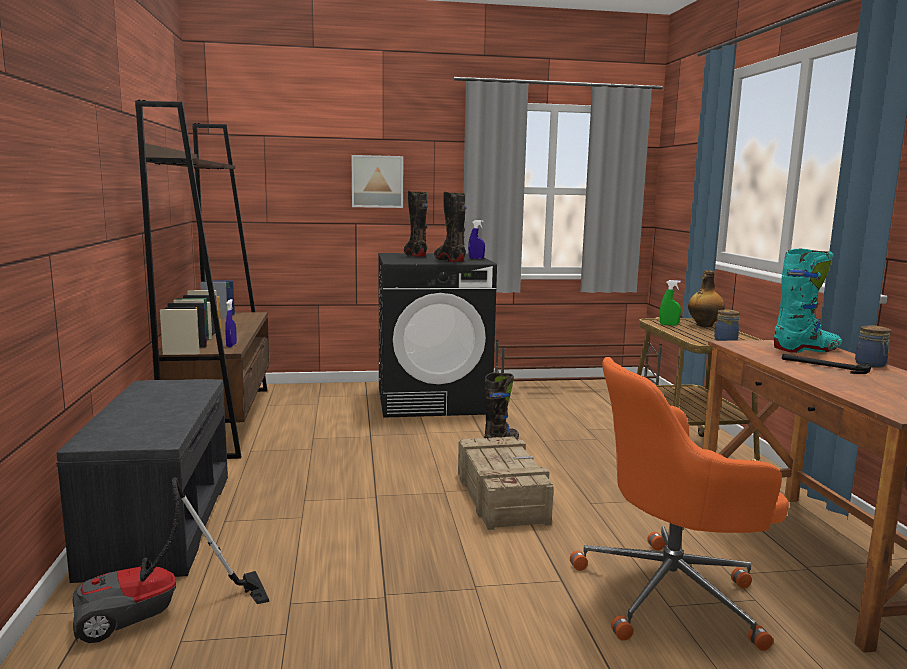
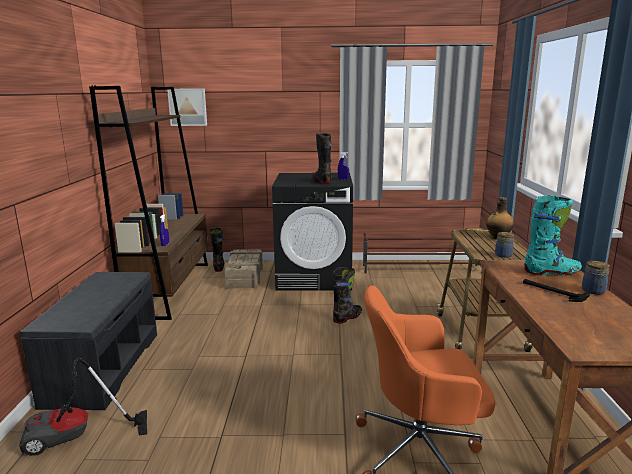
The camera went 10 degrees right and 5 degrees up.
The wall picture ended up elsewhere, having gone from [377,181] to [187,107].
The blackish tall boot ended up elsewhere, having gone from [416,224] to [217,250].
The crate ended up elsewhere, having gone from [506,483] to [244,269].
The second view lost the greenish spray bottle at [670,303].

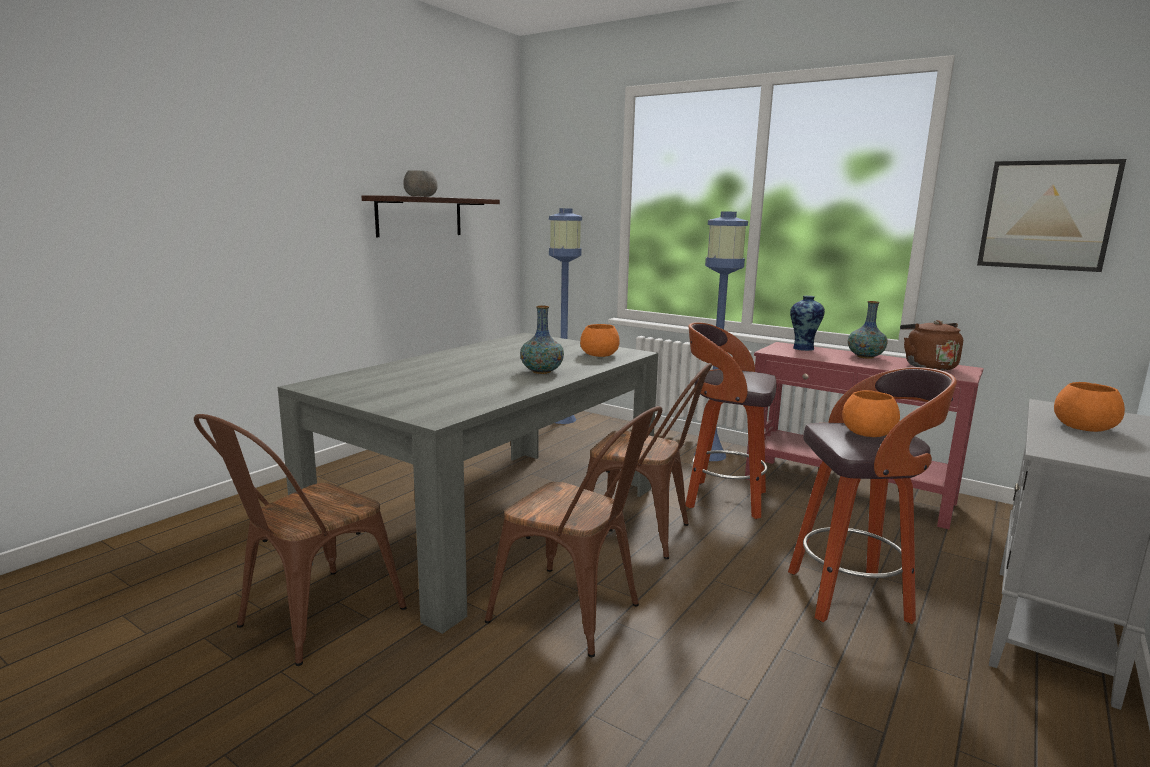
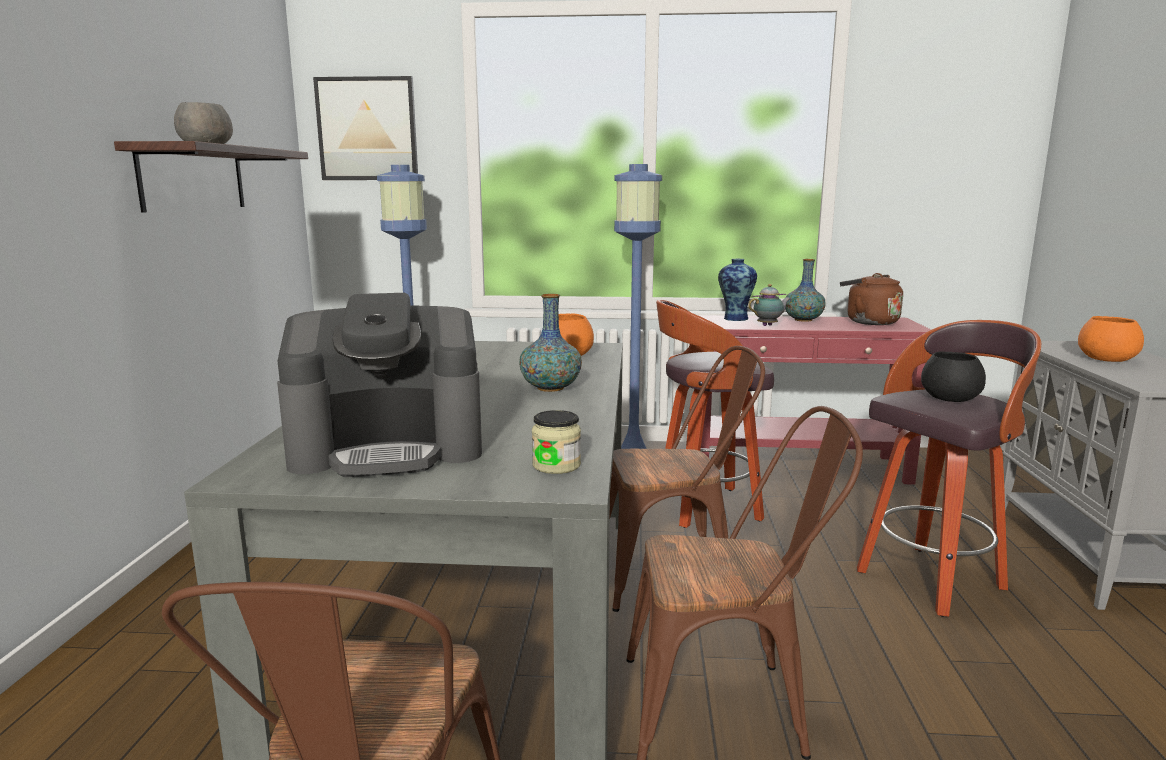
The camera went 30 degrees left and 0 degrees up.
The second view gained the coffee brewer at [379,385].
The wall picture ended up elsewhere, having gone from [1051,215] to [365,128].
The second view gained the storage jar at [556,442].
The second view gained the teapot at [769,305].
What was the orange-coloured serving bowl at [871,413] turned into the blackish serving bowl at [953,376].

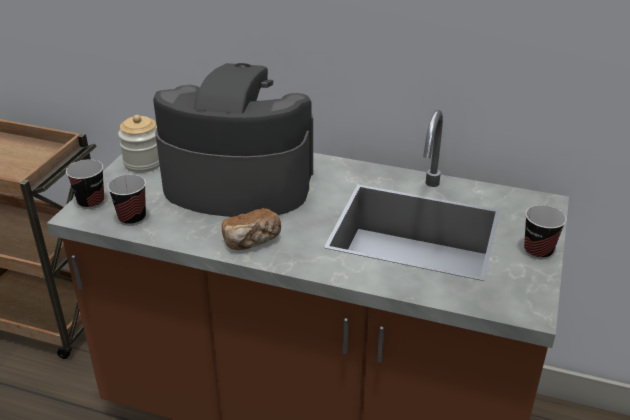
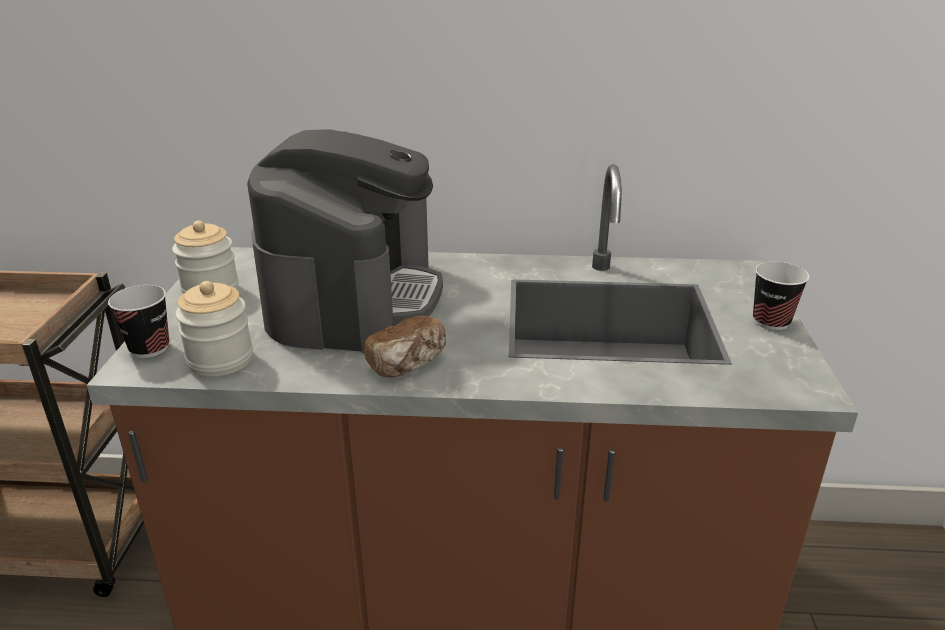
The camera went 15 degrees left and 5 degrees down.
Where the small cup stood at [127,200], the storage jar came to stand at [214,329].
The coffee brewer at [233,140] ended up facing another way, 105 degrees clockwise from before.

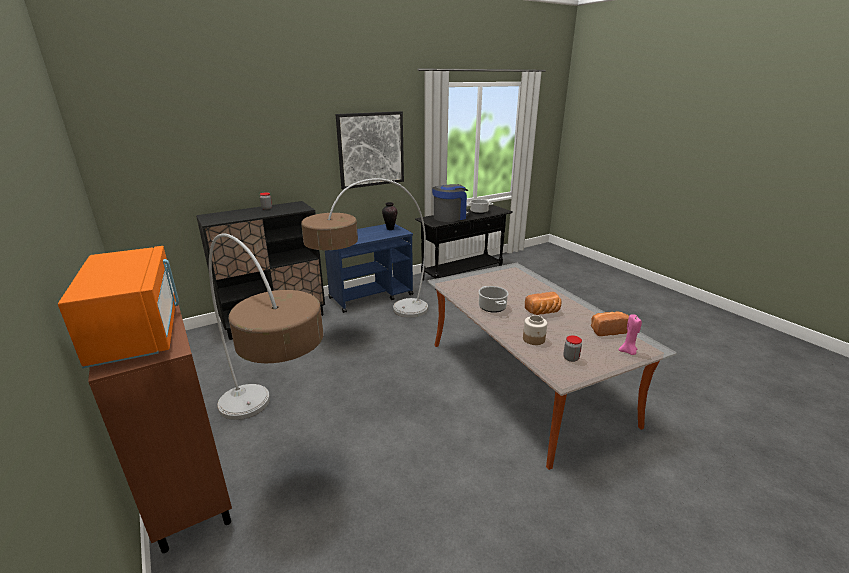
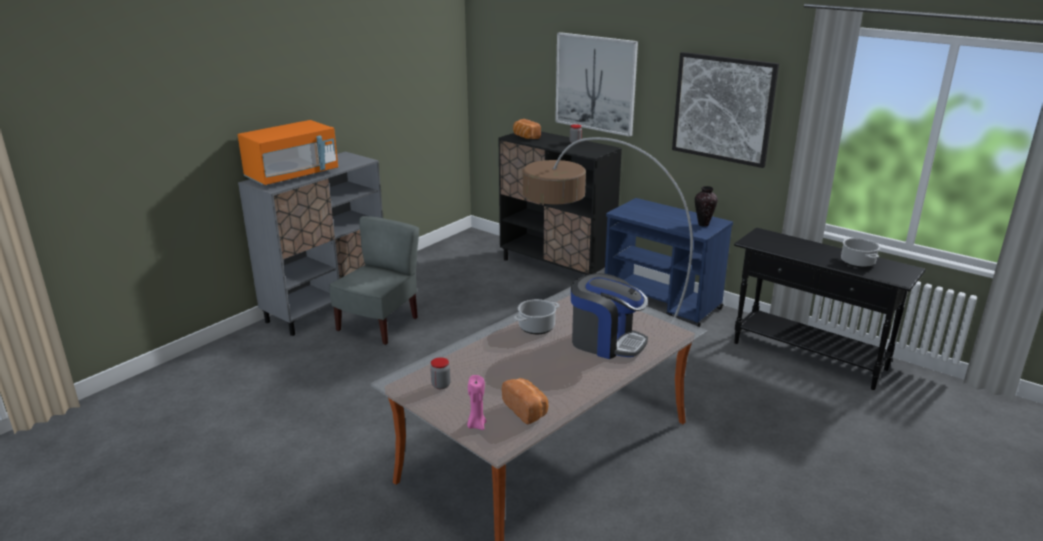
The camera went 70 degrees right and 0 degrees up.
What was the brown storage cabinet at [160,428] turned into the greyish storage cabinet at [310,243].
Where the standing lamp stood at [266,326], the greyish upright chair came to stand at [374,280].
The baked bread ended up elsewhere, having gone from [543,303] to [527,129].
The second view gained the wall picture at [596,84].
The coffee brewer ended up elsewhere, having gone from [450,203] to [609,316].
The second view lost the storage jar at [535,330].

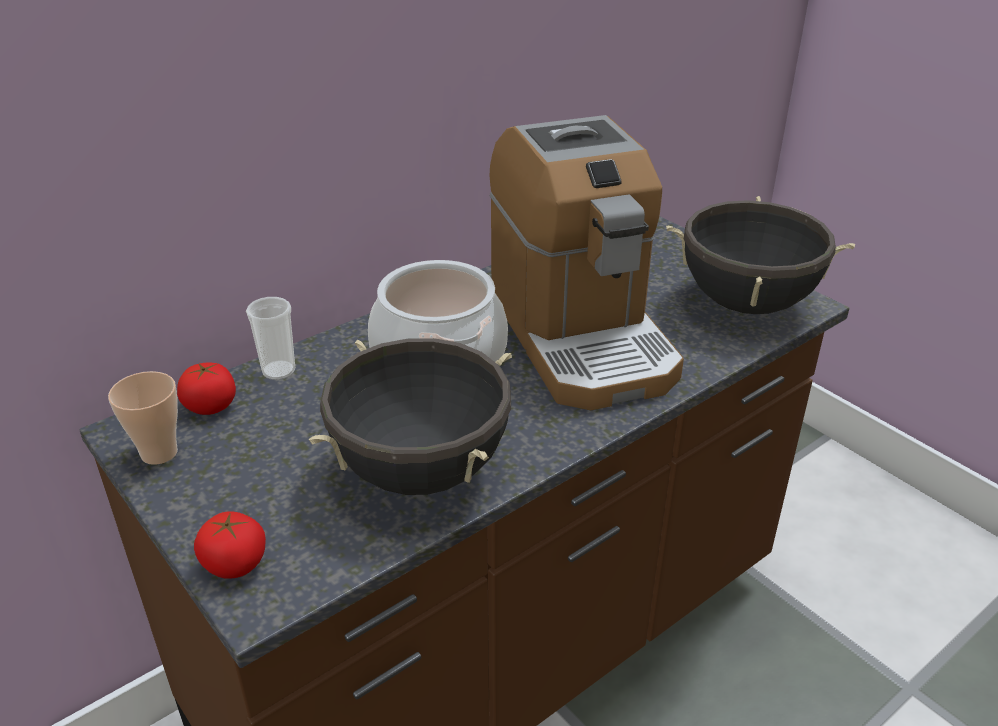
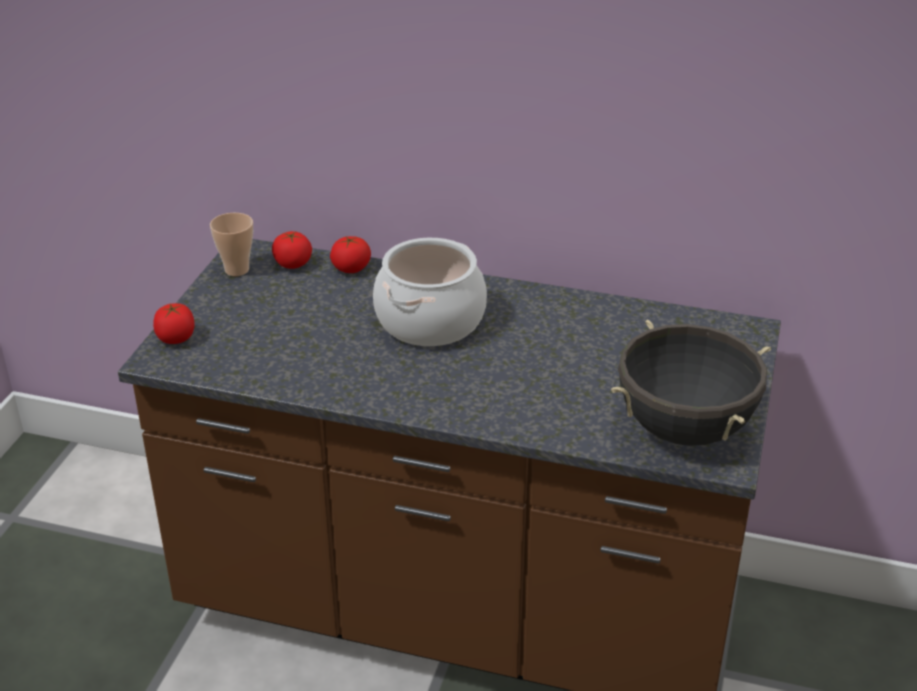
The camera went 55 degrees right and 0 degrees up.
Where the small cup stood at [270,338], the fresh tomato came to stand at [350,254].
The second view lost the blackish stockpot at [410,416].
The second view lost the coffee brewer at [586,262].

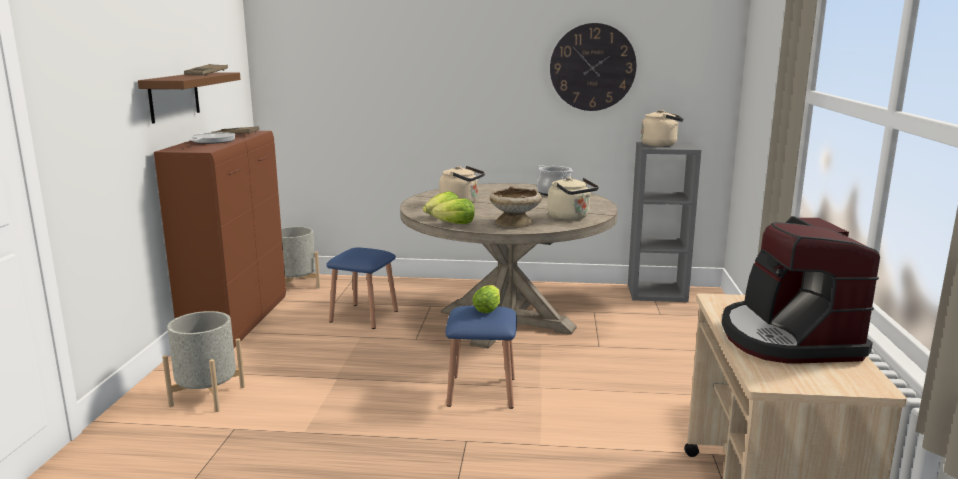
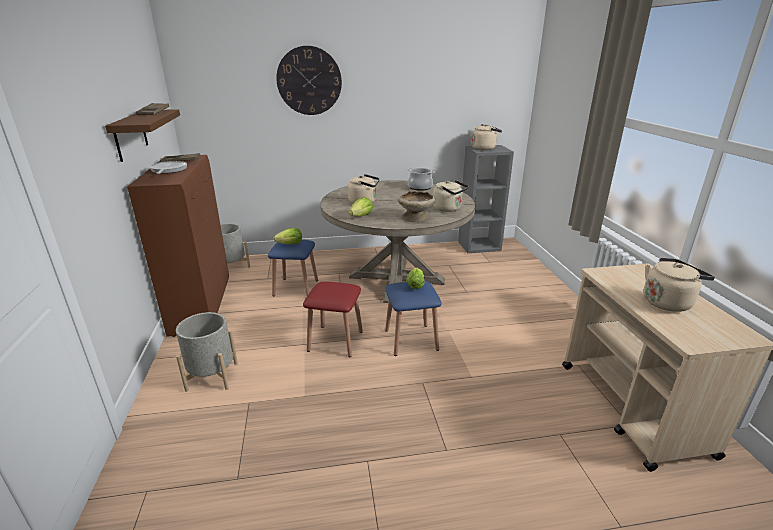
The camera went 15 degrees left and 10 degrees up.
The lettuce head ended up elsewhere, having gone from [453,211] to [288,236].
The wall clock ended up elsewhere, having gone from [593,67] to [309,80].
The second view gained the red sitting stool at [333,319].
Where the coffee brewer stood at [801,289], the beige kettle came to stand at [679,284].

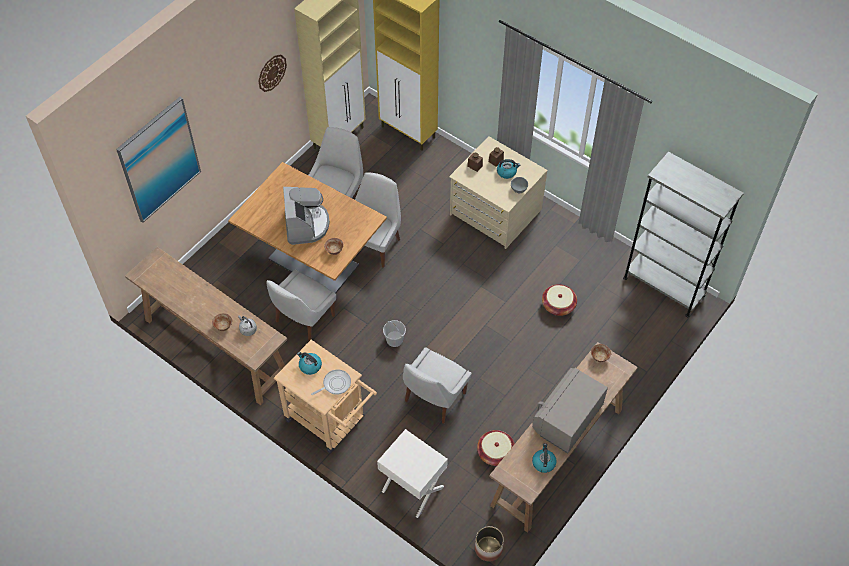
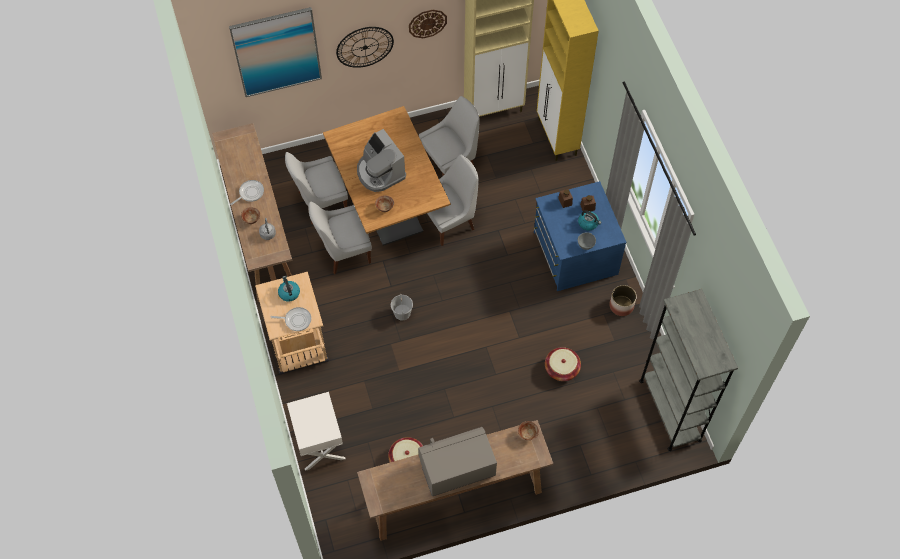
The camera went 35 degrees right and 5 degrees up.
The second view gained the skillet at [247,192].
The whitish upright chair ended up elsewhere, having gone from [437,385] to [316,188].
The second view gained the wall clock at [365,47].
The coffee brewer at [306,216] ended up facing another way, 120 degrees clockwise from before.
What was the beige drawer chest at [498,192] turned into the bluish drawer chest at [580,236].
The planter ended up elsewhere, having gone from [489,543] to [623,300].
The second view lost the kettle at [544,458].

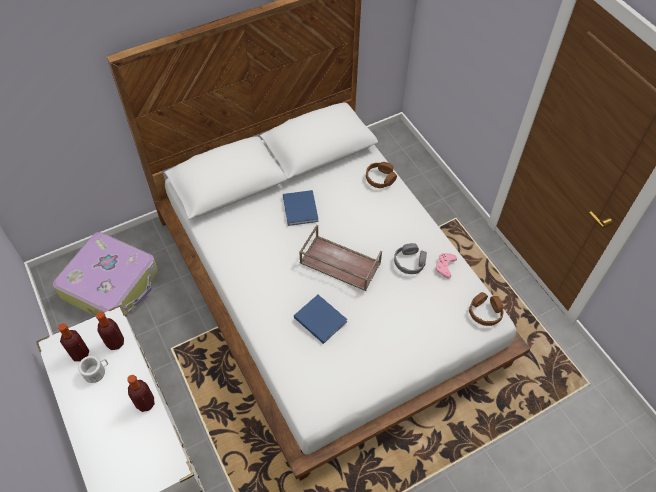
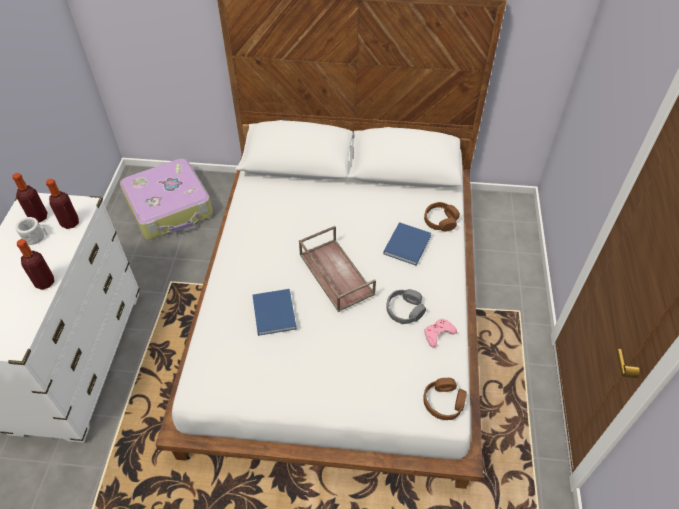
The camera went 35 degrees right and 5 degrees down.
The bluish book ended up elsewhere, having gone from [300,208] to [407,243].

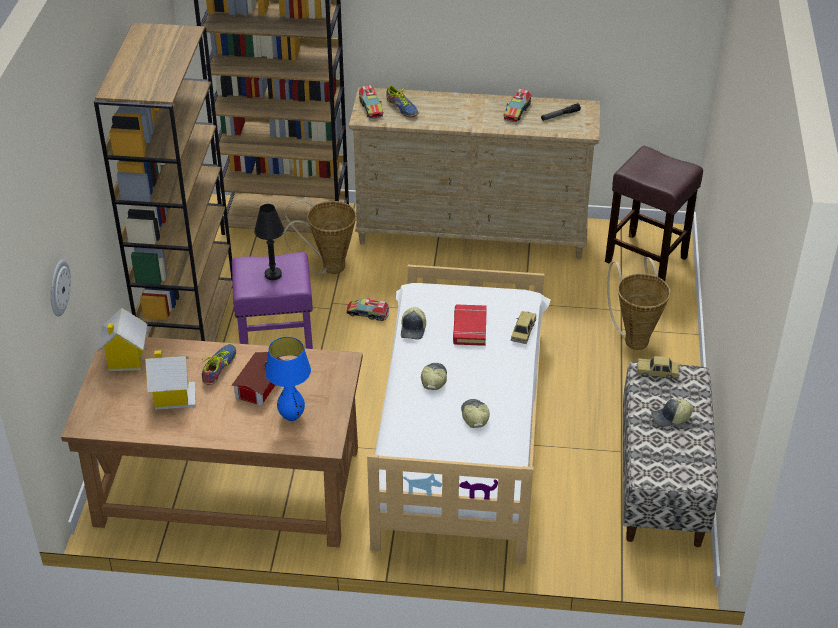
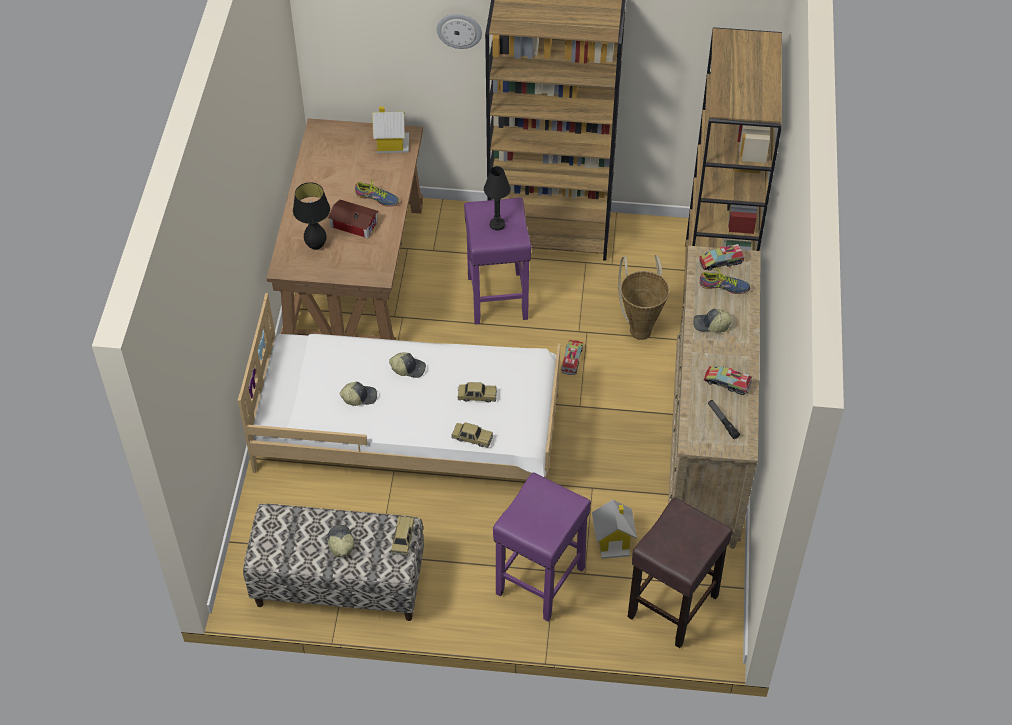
The camera went 90 degrees right and 10 degrees up.
What was the bluish tabletop lamp at [288,379] turned into the blackish tabletop lamp at [311,216].
The wall clock ended up elsewhere, having gone from [61,288] to [459,31].
Where the red book stood at [470,325], the miniature car came to stand at [477,392].
Where the household basket stood at [639,303], the purple sitting stool came to stand at [542,547].
The miniature house ended up elsewhere, having gone from [170,380] to [614,529].
The cap ended up elsewhere, having gone from [413,323] to [713,320].
The item of footwear at [402,101] ended up facing another way, 135 degrees counterclockwise from before.

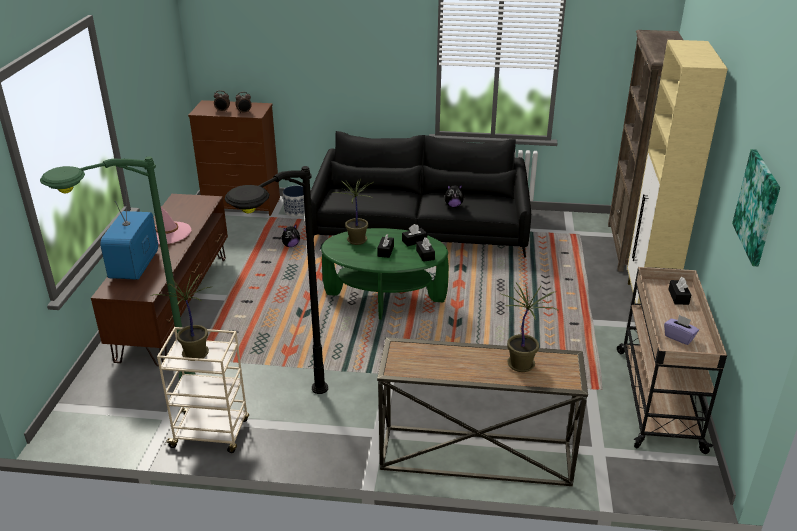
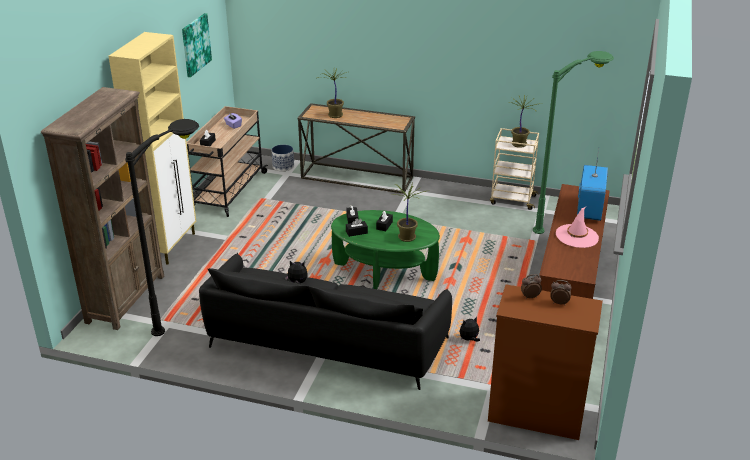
The camera went 170 degrees left and 0 degrees up.
The blackish standing lamp ended up elsewhere, having gone from [276,280] to [162,227].
The planter ended up elsewhere, having gone from [294,201] to [283,158].

